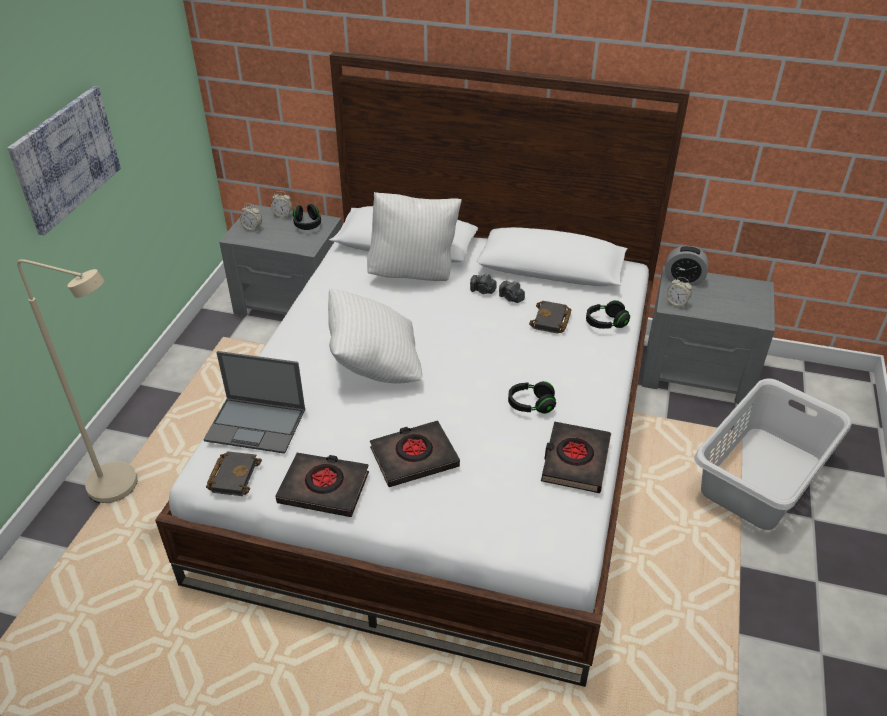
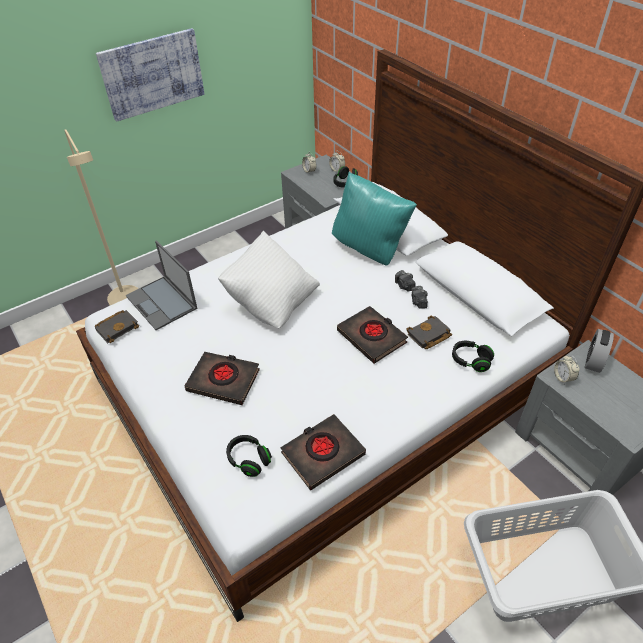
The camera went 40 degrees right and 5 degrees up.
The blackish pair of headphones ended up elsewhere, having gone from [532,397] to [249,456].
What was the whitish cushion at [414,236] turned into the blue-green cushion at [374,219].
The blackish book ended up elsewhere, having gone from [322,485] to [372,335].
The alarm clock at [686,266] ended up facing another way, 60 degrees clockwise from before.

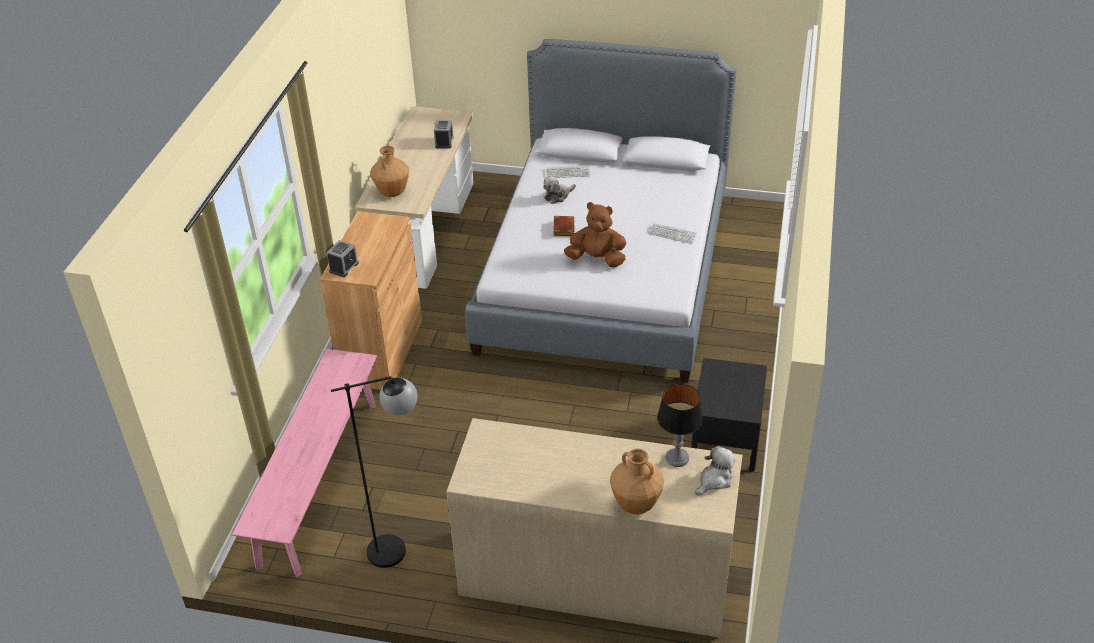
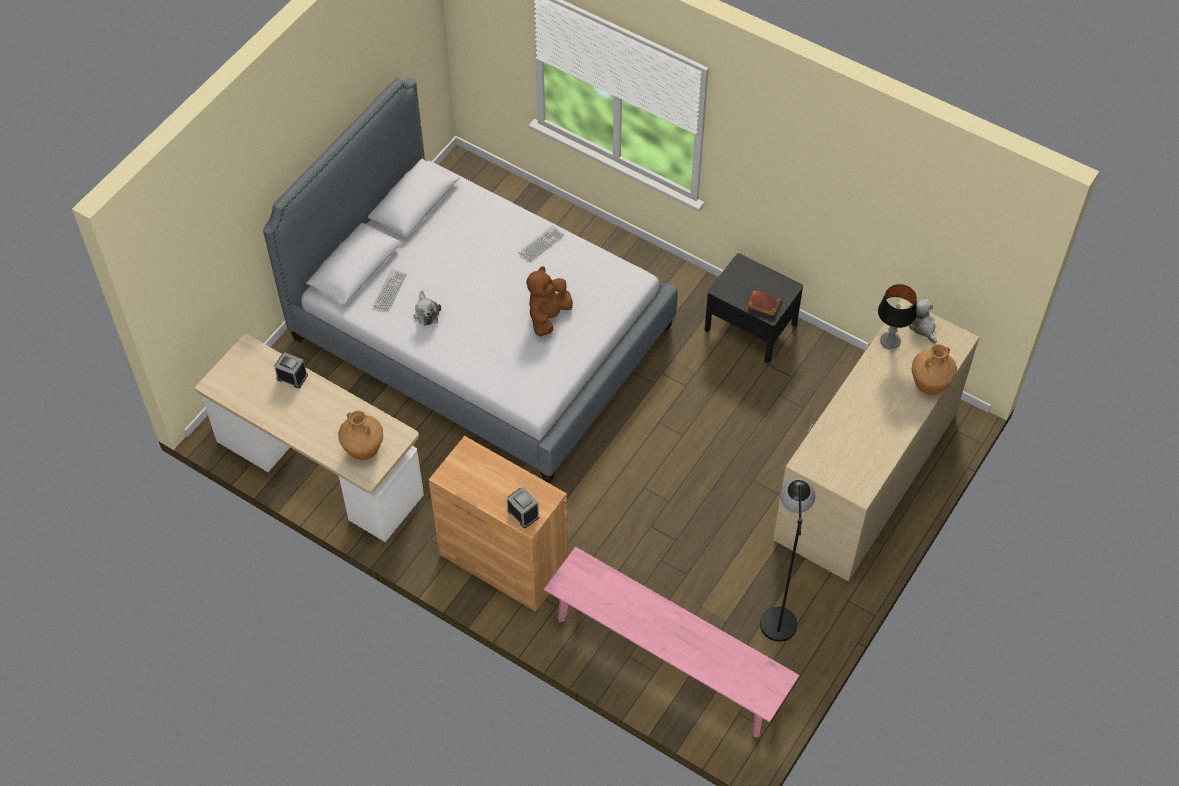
The camera went 70 degrees left and 15 degrees up.
The brown book ended up elsewhere, having gone from [564,226] to [764,303].

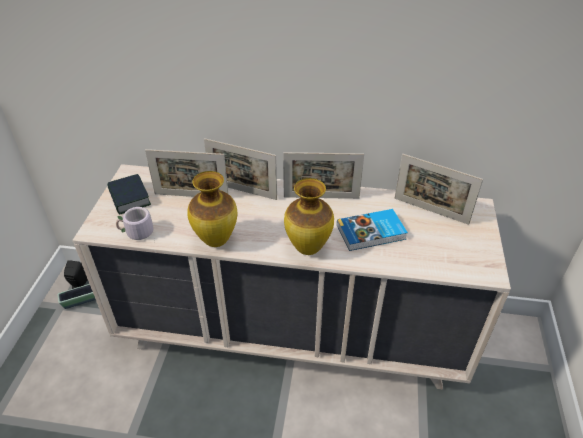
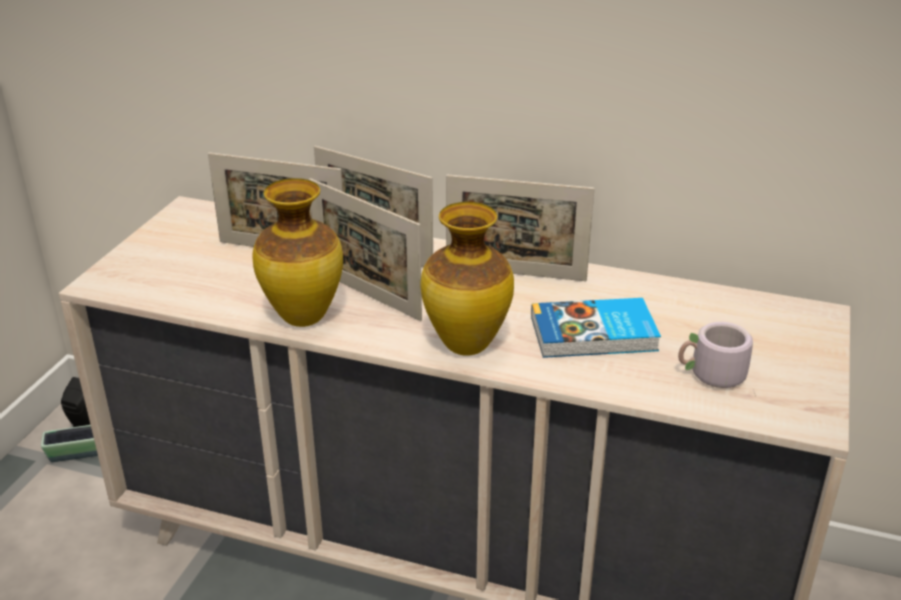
The camera went 10 degrees right and 10 degrees down.
The photo frame ended up elsewhere, having gone from [439,189] to [365,249].
The greyish coffee mug ended up elsewhere, having gone from [135,223] to [717,359].
The second view lost the book at [129,194].

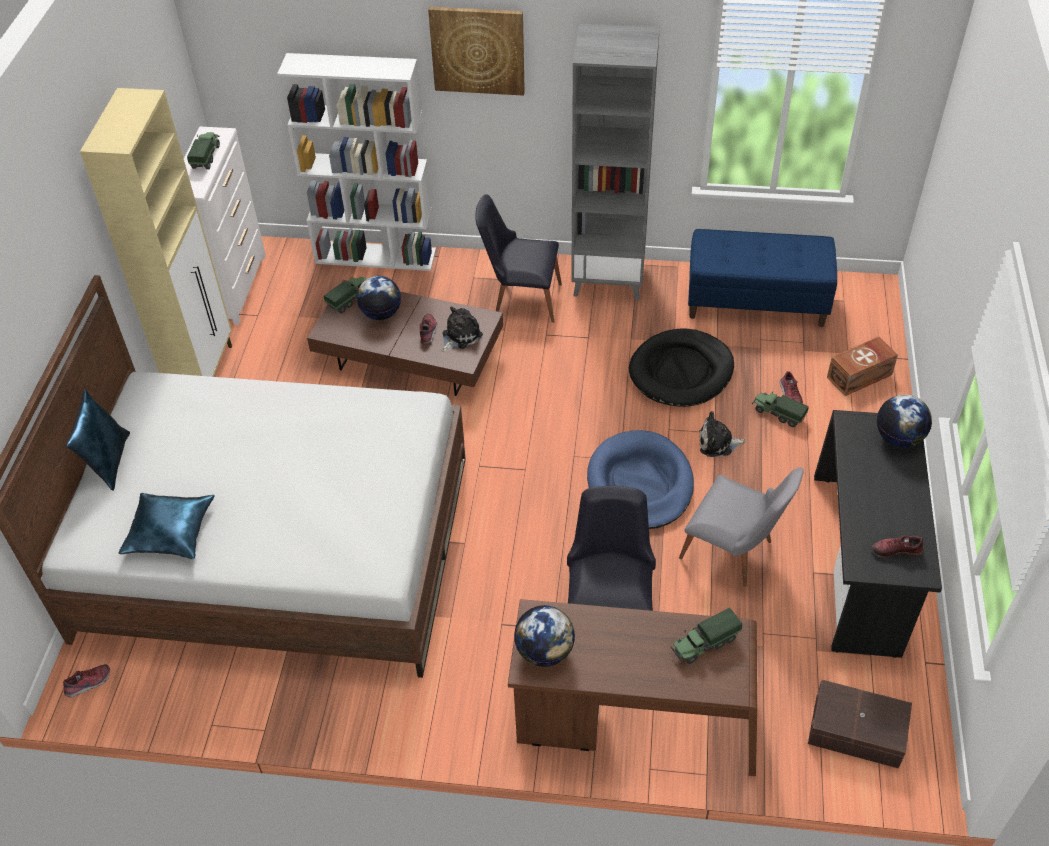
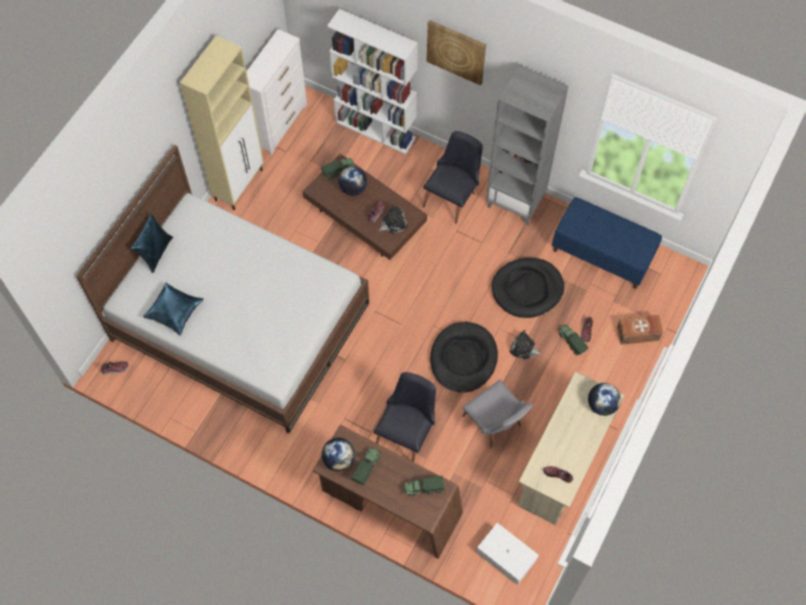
The camera went 20 degrees right and 15 degrees up.
The toy lorry ended up elsewhere, having gone from [203,150] to [366,466].
The blackish upright chair at [518,258] ended up facing another way, 90 degrees clockwise from before.
What was the bluish dog bed at [640,479] turned into the blackish dog bed at [464,357].
What was the brown storage bin at [860,724] turned into the whitish storage bin at [507,554].
What was the blackish desk table at [878,534] turned into the beige desk table at [571,448].

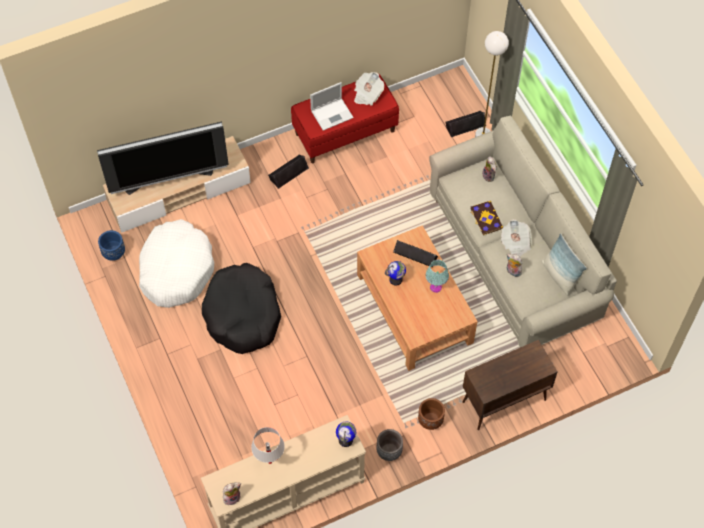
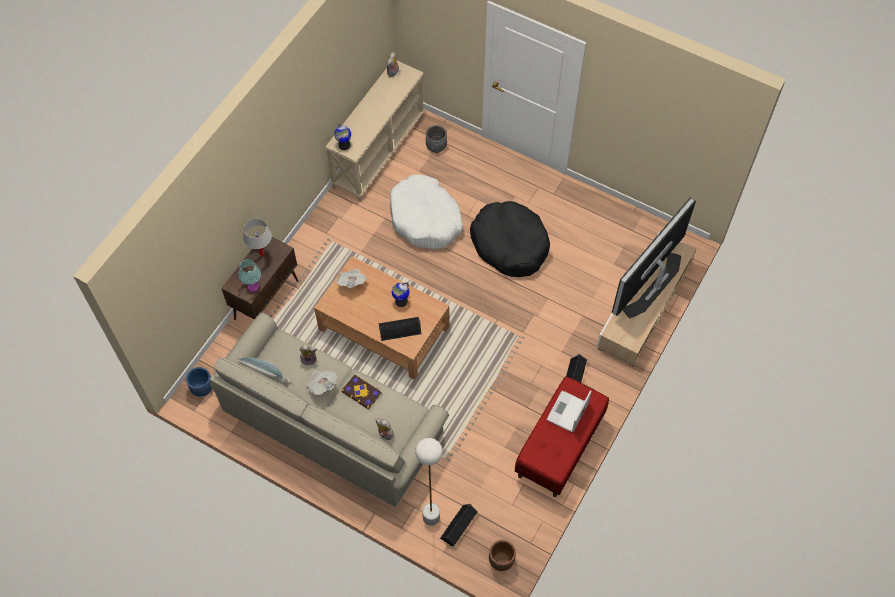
The camera went 145 degrees right and 0 degrees up.
The bluish planter ended up elsewhere, having gone from [111,245] to [199,382].
The blue-green tabletop lamp ended up elsewhere, having gone from [437,276] to [250,275].
The whitish tabletop lamp ended up elsewhere, having gone from [268,445] to [257,237].
The daily paper ended up elsewhere, having gone from [369,88] to [351,278].
The whitish dog bed ended up elsewhere, having gone from [176,263] to [426,211].
The greyish planter ended up elsewhere, having gone from [389,445] to [436,139].
The brown planter ended up elsewhere, having gone from [431,414] to [502,555].

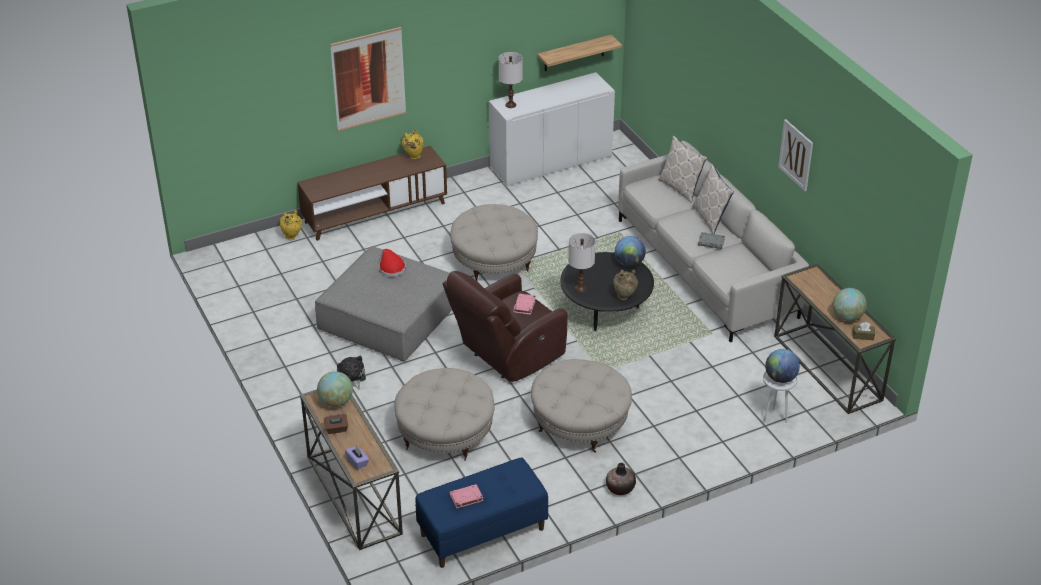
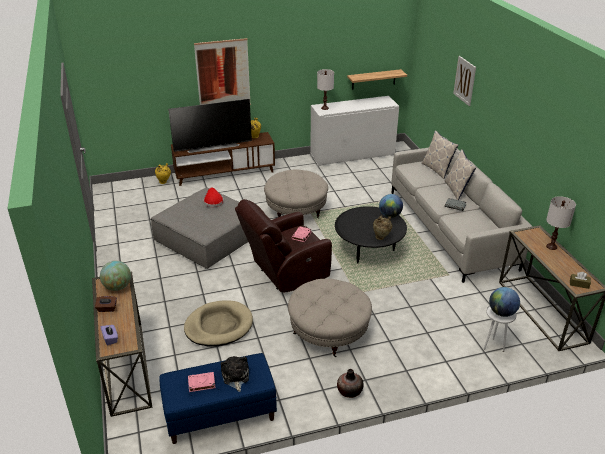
The camera went 10 degrees right and 5 degrees down.
The second view gained the television at [210,126].
Where the beige ottoman stood at [444,414], the beige dog bed came to stand at [218,323].
The soft toy ended up elsewhere, having gone from [351,372] to [235,374].
The wall picture ended up elsewhere, having gone from [795,155] to [464,81].
The whitish tabletop lamp ended up elsewhere, having gone from [582,263] to [561,223].
The second view lost the globe at [850,304].

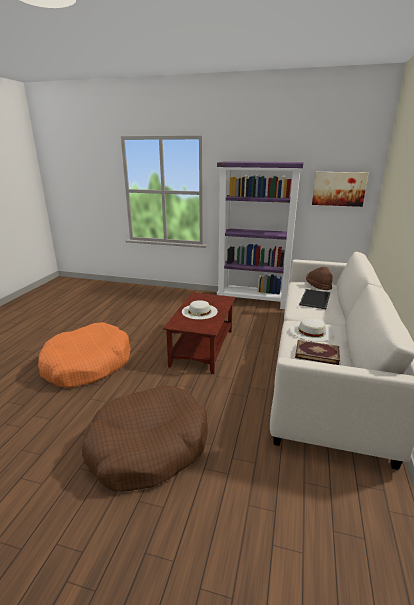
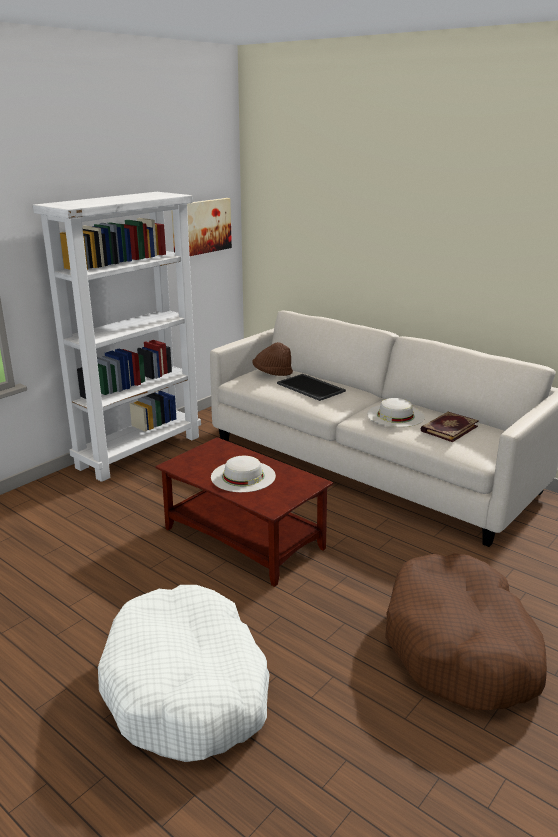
The camera went 65 degrees left and 0 degrees up.
What was the purple bookcase at [260,235] turned into the whitish bookcase at [117,337].
What was the orange-coloured dog bed at [84,355] turned into the whitish dog bed at [184,673].

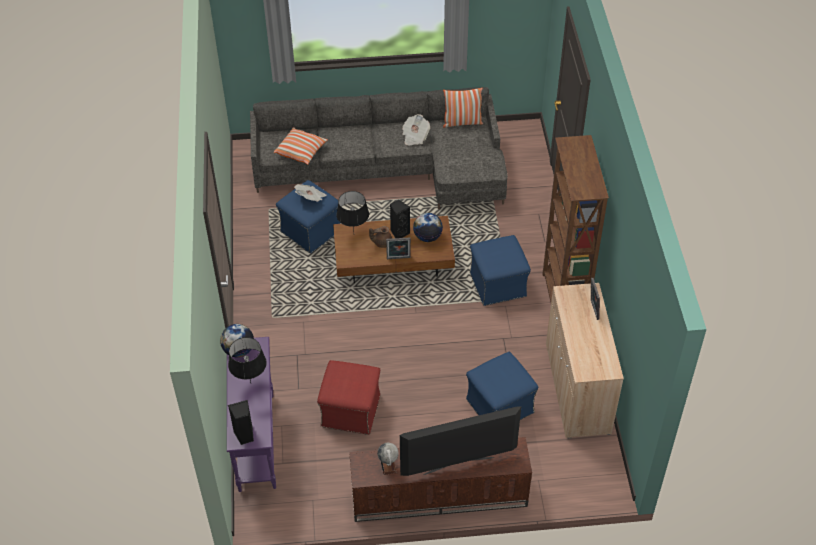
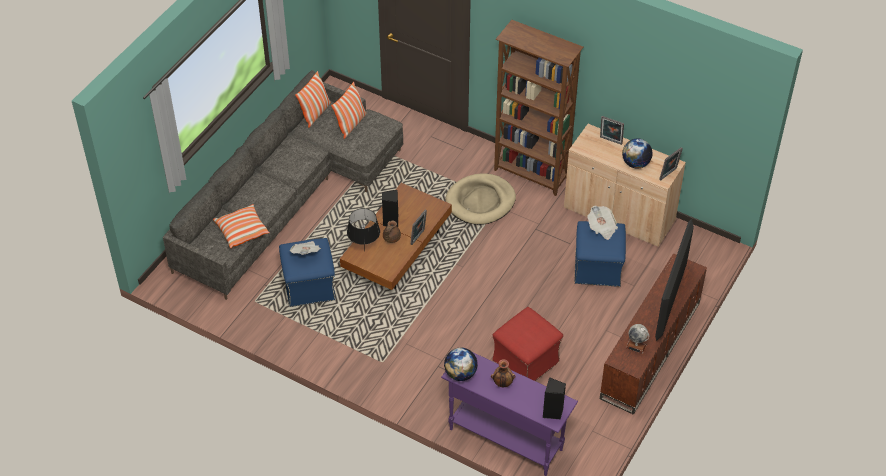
The camera went 55 degrees left and 0 degrees up.
The second view gained the cushion at [349,110].
Where the bluish ottoman stood at [500,270], the beige dog bed came to stand at [480,199].
Where the blackish tabletop lamp stood at [247,360], the decorative vase came to stand at [503,373].
The daily paper ended up elsewhere, having gone from [416,129] to [602,222].
The globe ended up elsewhere, having gone from [428,227] to [637,154].
The second view gained the photo frame at [671,163].

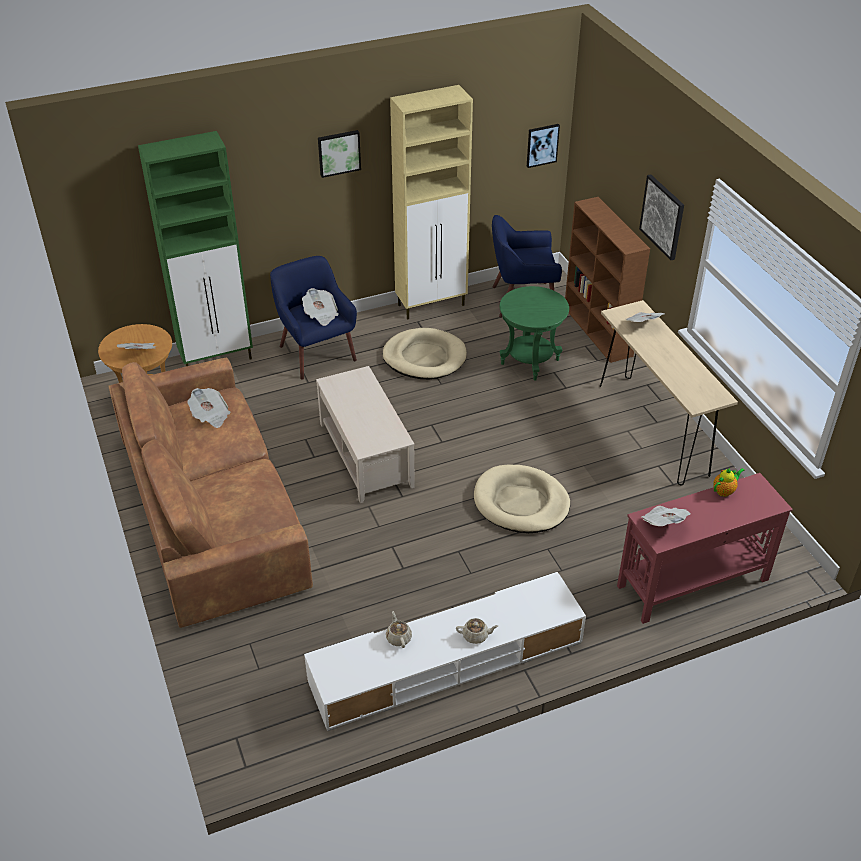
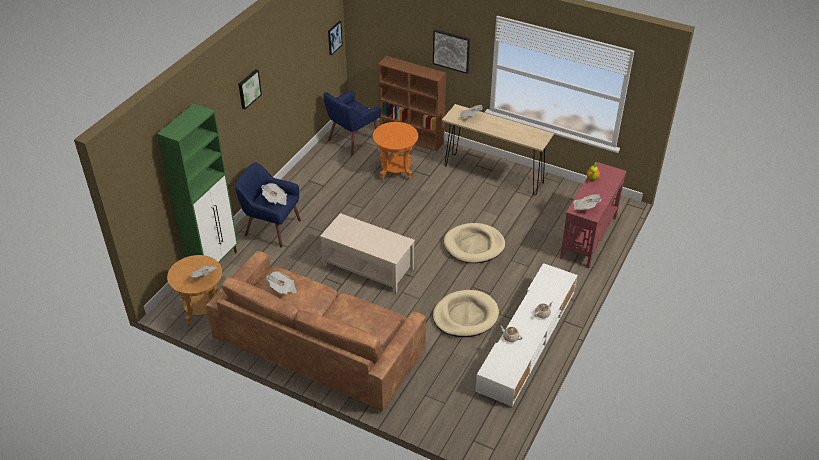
The camera went 40 degrees left and 0 degrees up.
What was the greenish end table at [534,333] turned into the orange-coloured end table at [395,151].
The beige dog bed ended up elsewhere, having gone from [424,353] to [466,313].
The second view lost the beige storage cabinet at [431,202].

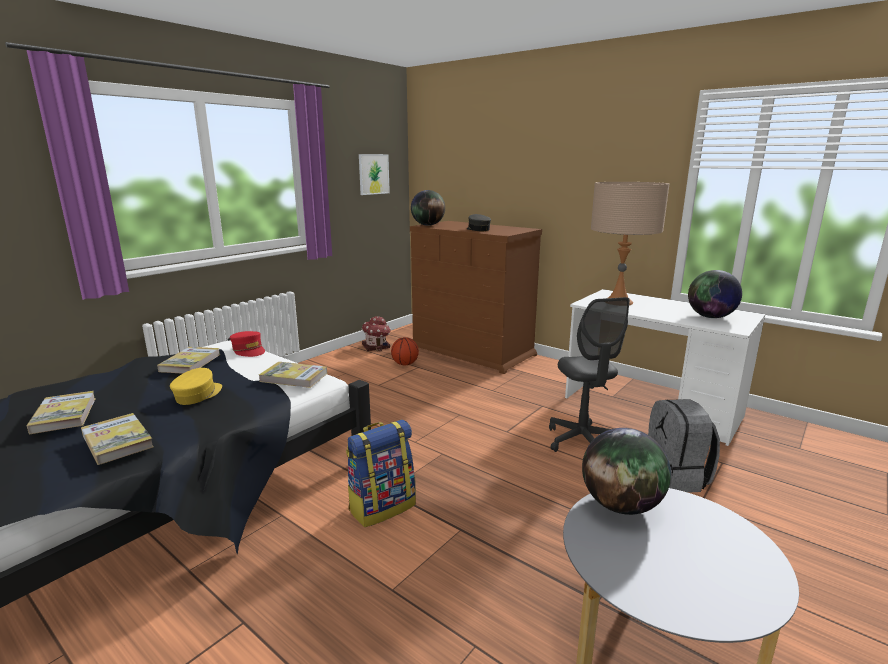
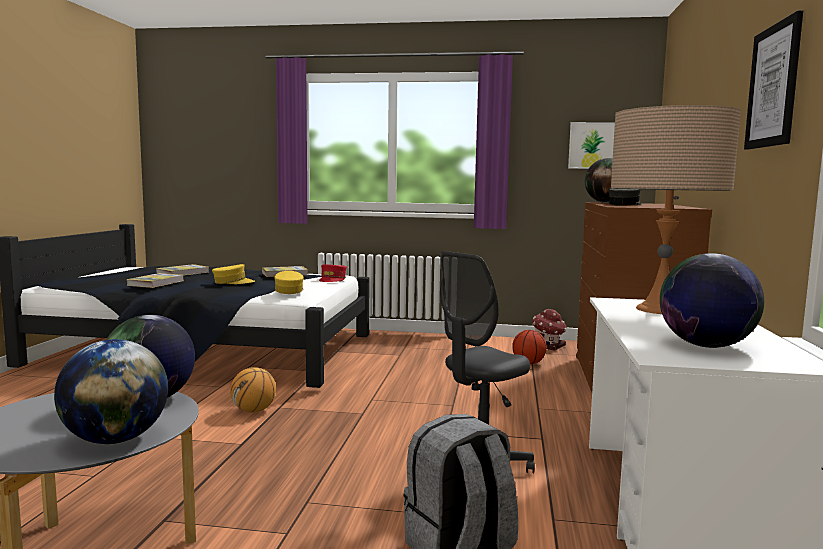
The camera went 60 degrees right and 10 degrees down.
The second view gained the globe at [111,391].
Where the backpack stood at [381,473], the basketball came to stand at [253,390].
Where the book stood at [293,375], the yellowish cap came to stand at [289,282].
The second view gained the wall picture at [773,80].

